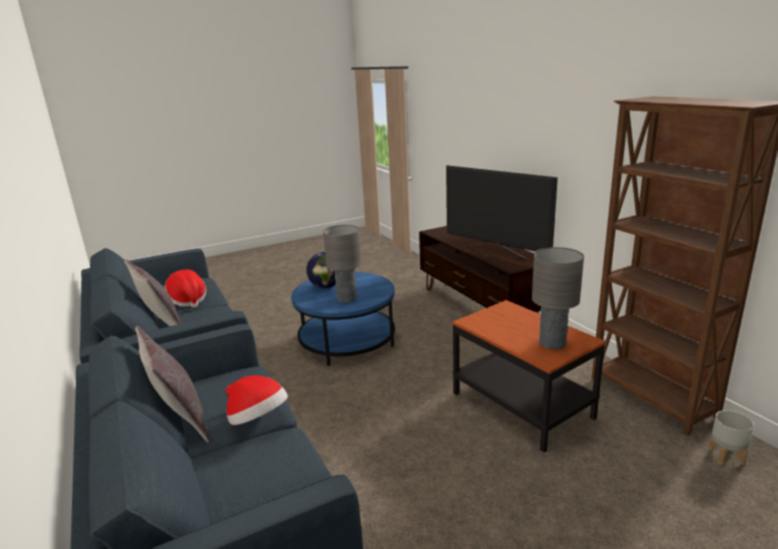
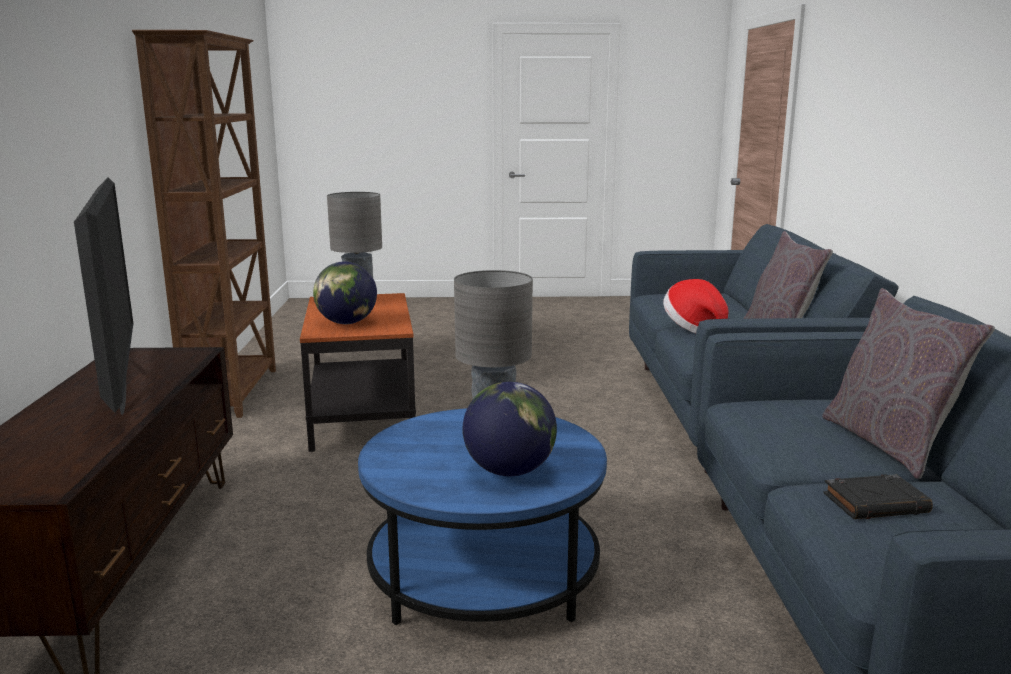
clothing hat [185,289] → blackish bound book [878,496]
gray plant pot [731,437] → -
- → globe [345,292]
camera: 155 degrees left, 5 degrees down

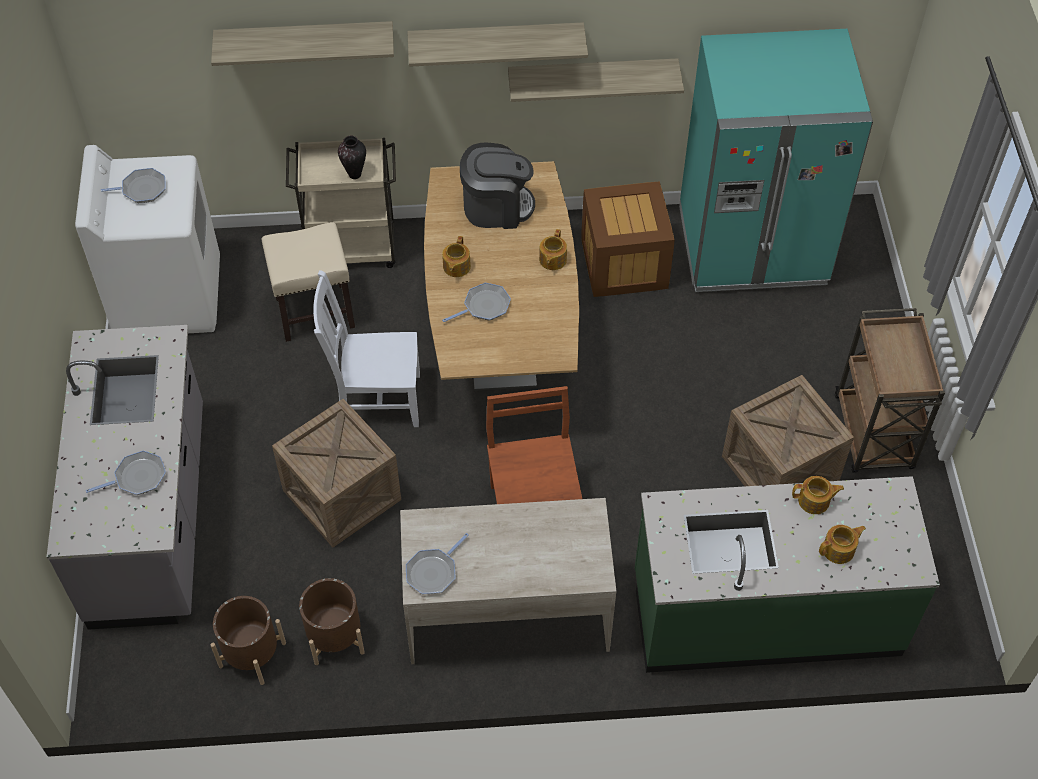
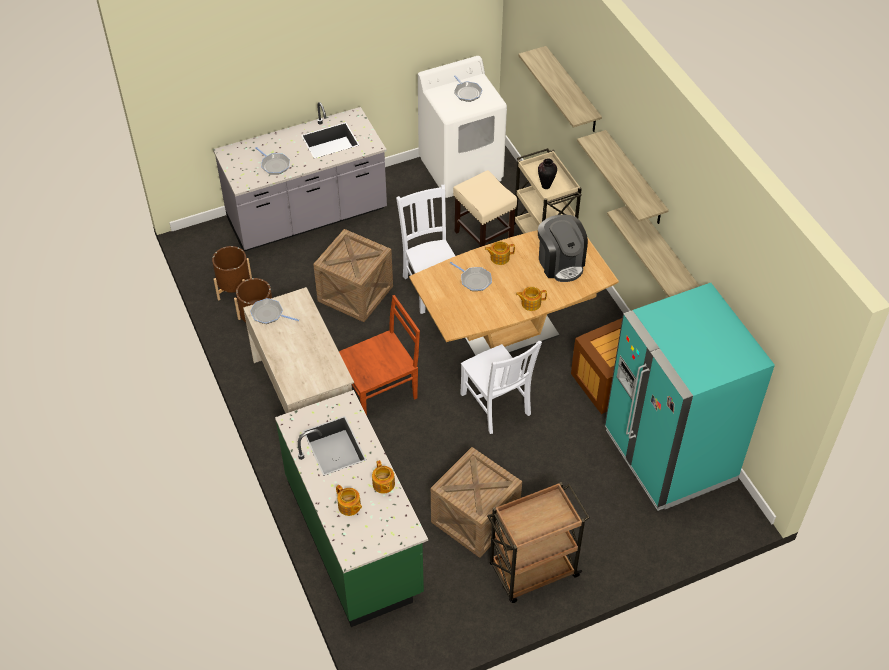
- → whitish plain chair [501,387]
camera: 70 degrees right, 5 degrees down

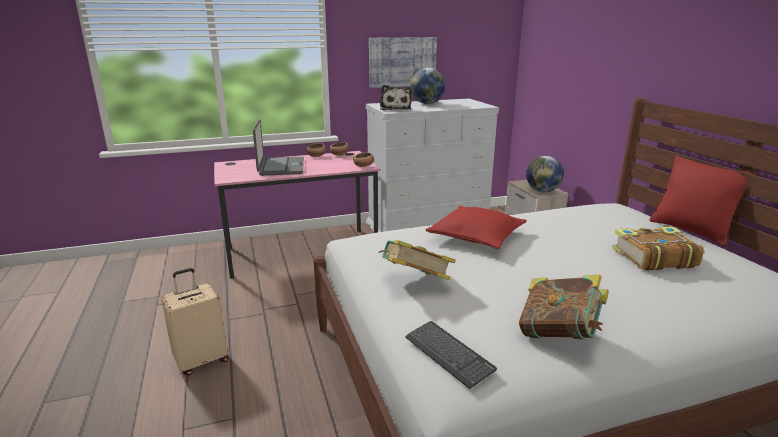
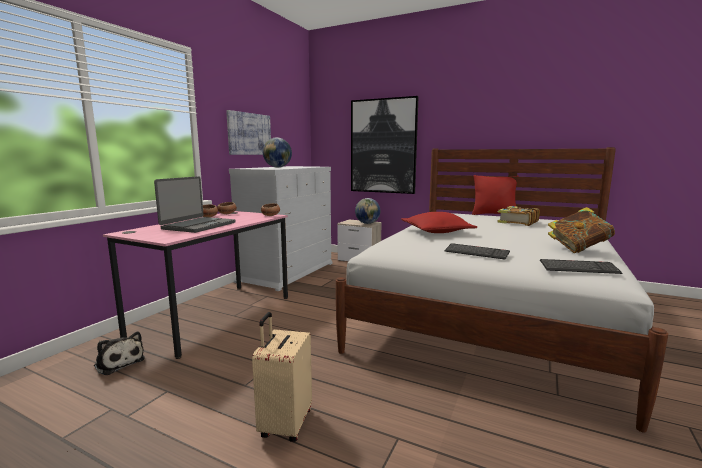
plush toy [396,98] → plush toy [119,353], move
portable computer [278,147] → portable computer [195,204], 75 degrees clockwise
bound book [417,260] → computer keyboard [477,251]
- → wall picture [385,145]
camera: 45 degrees left, 10 degrees down

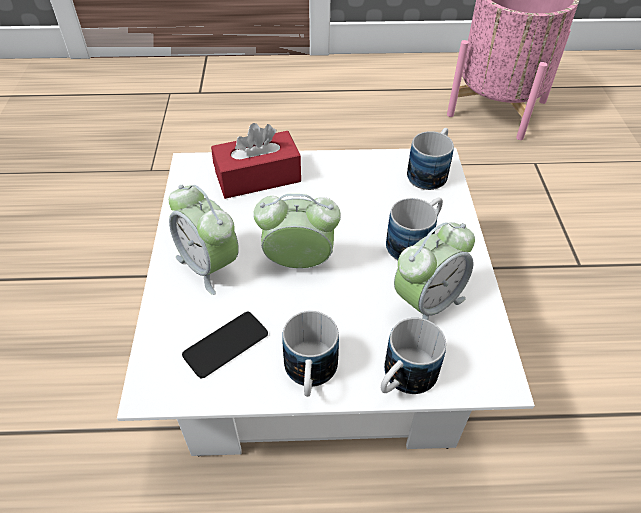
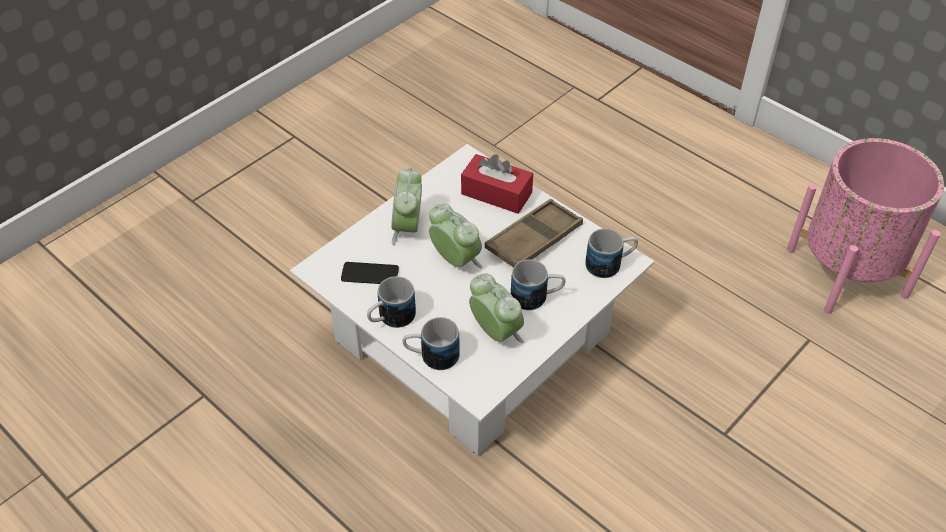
alarm clock [434,271] → alarm clock [496,308], 135 degrees counterclockwise
- → brown carrying tray [534,233]
camera: 45 degrees right, 0 degrees up

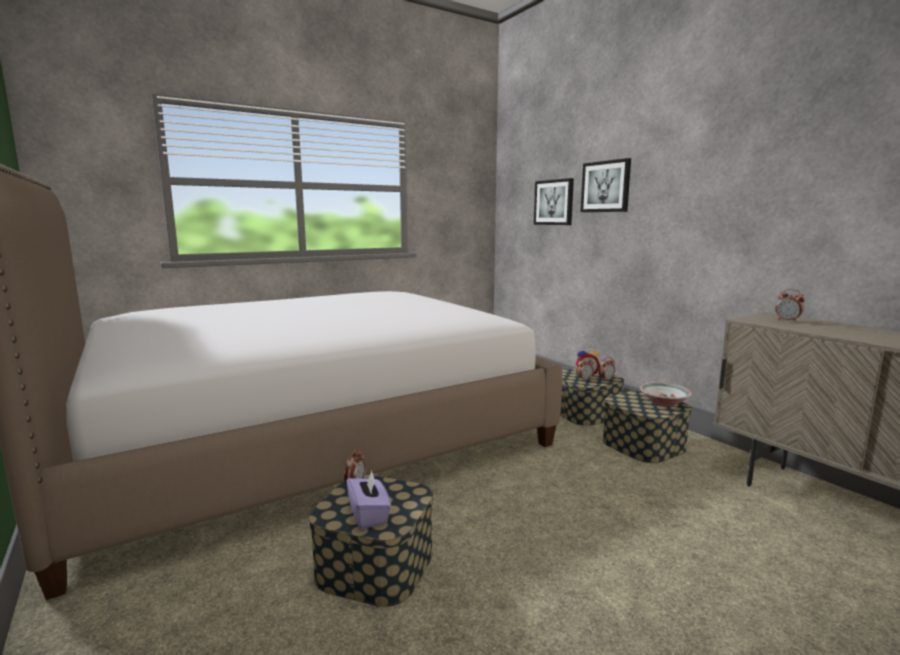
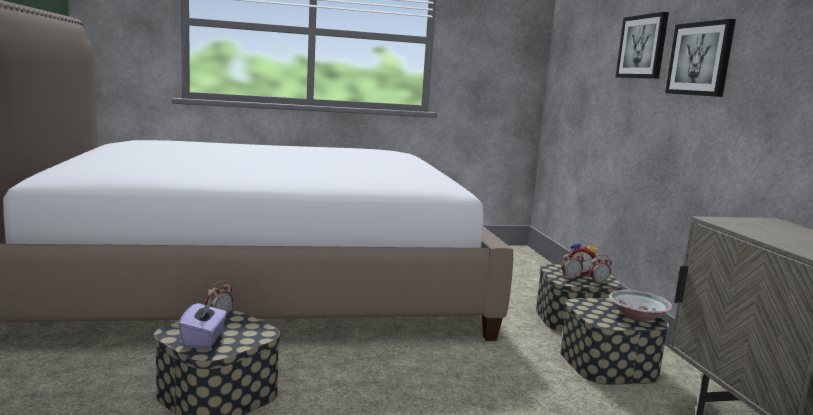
wall picture [554,201] → wall picture [700,58], move
alarm clock [790,306] → -
camera: 20 degrees right, 0 degrees up

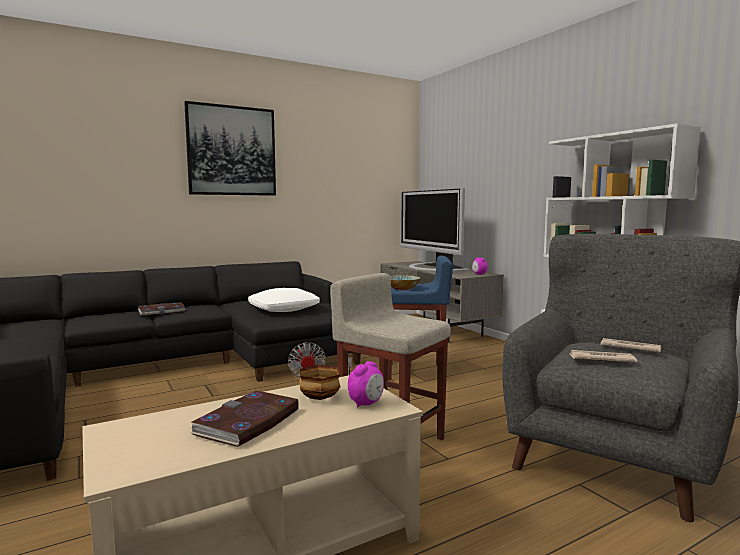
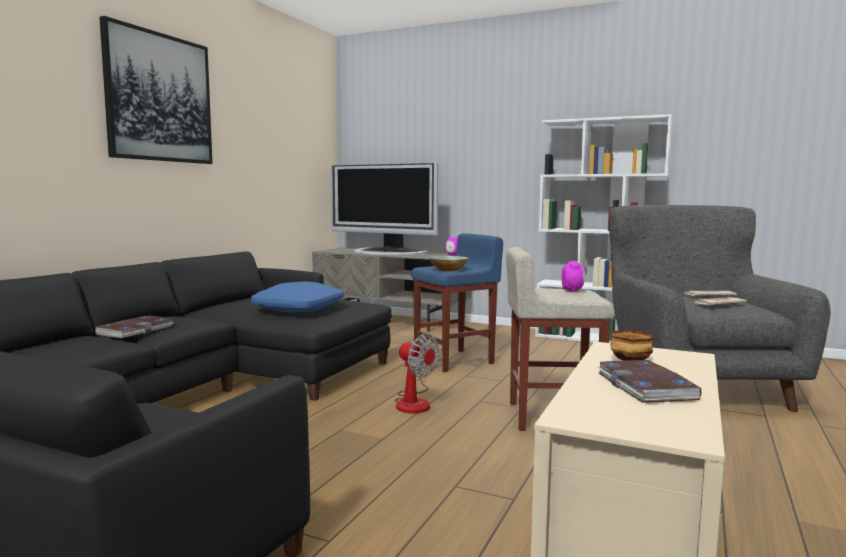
whitish throw pillow [284,300] → blue throw pillow [297,297]
alarm clock [366,384] → alarm clock [573,276], move
camera: 35 degrees left, 0 degrees up

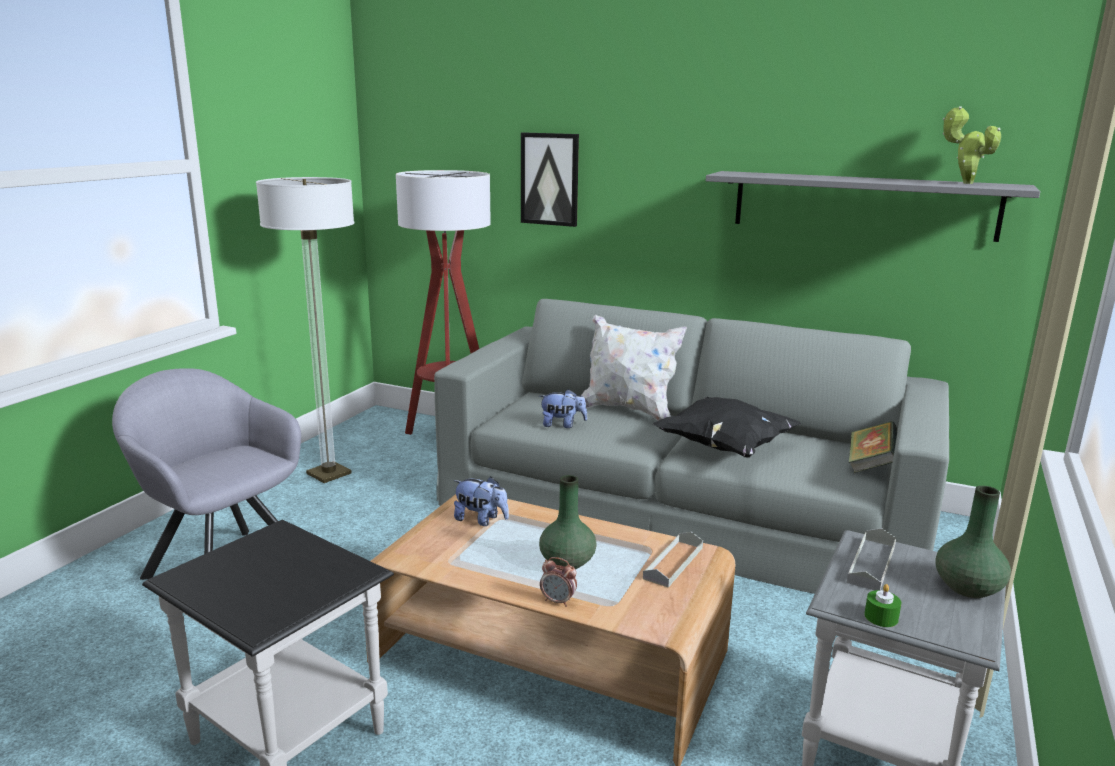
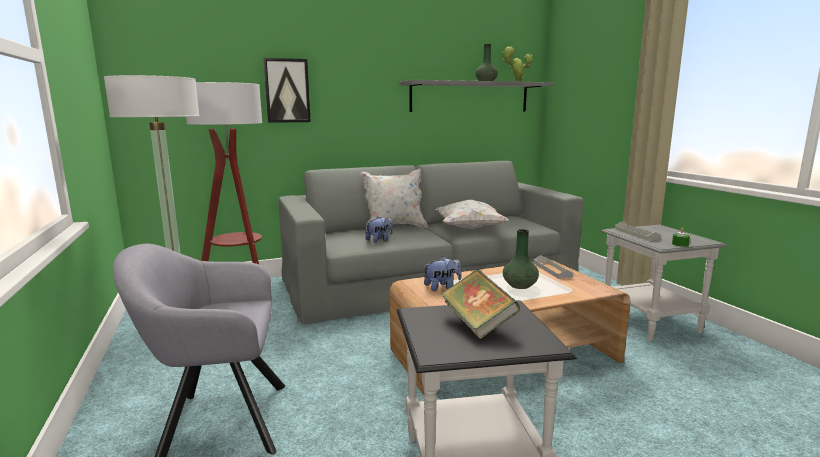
blackish throw pillow [727,427] → whitish throw pillow [472,214]
bound book [873,447] → bound book [480,304], move
greenish flower vase [973,542] → greenish flower vase [487,62], move
alarm clock [558,582] → -
camera: 45 degrees left, 5 degrees down

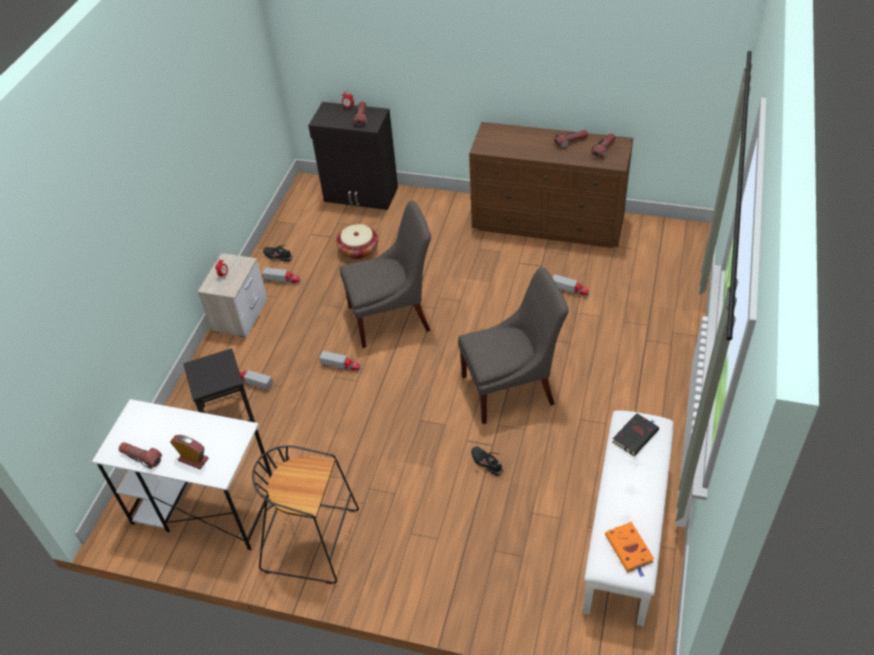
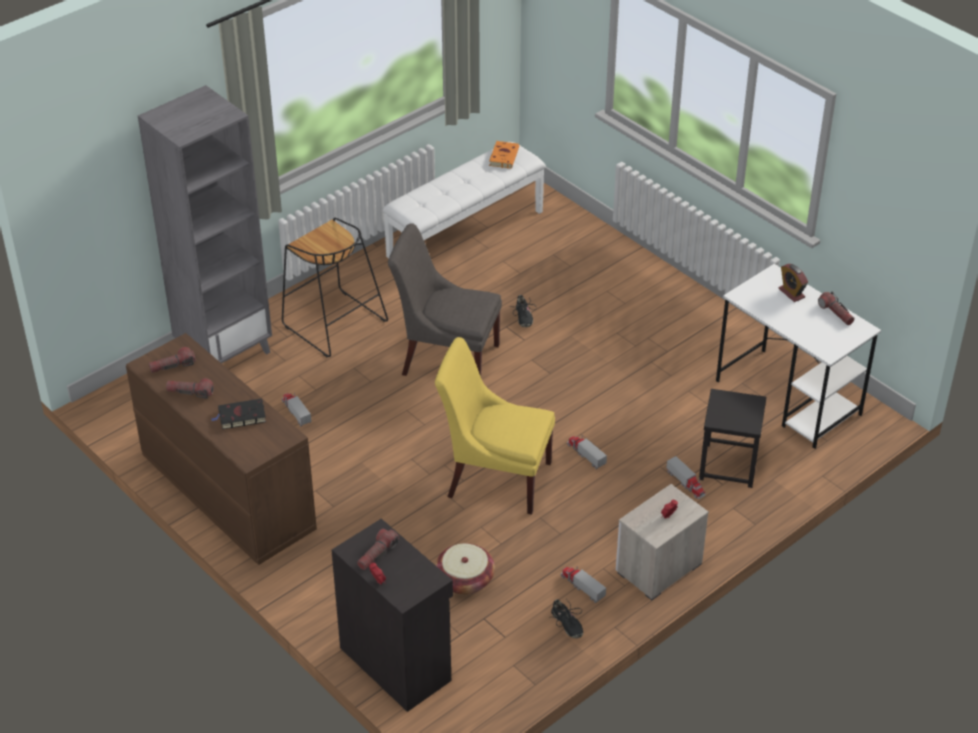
gray plain chair [385,274] → yellow plain chair [495,426]
blackish bound book [636,434] → blackish bound book [238,413], move
blackish stool seat [305,514] → blackish stool seat [335,287], move
- → gray bookcase [205,224]
camera: 150 degrees left, 5 degrees down

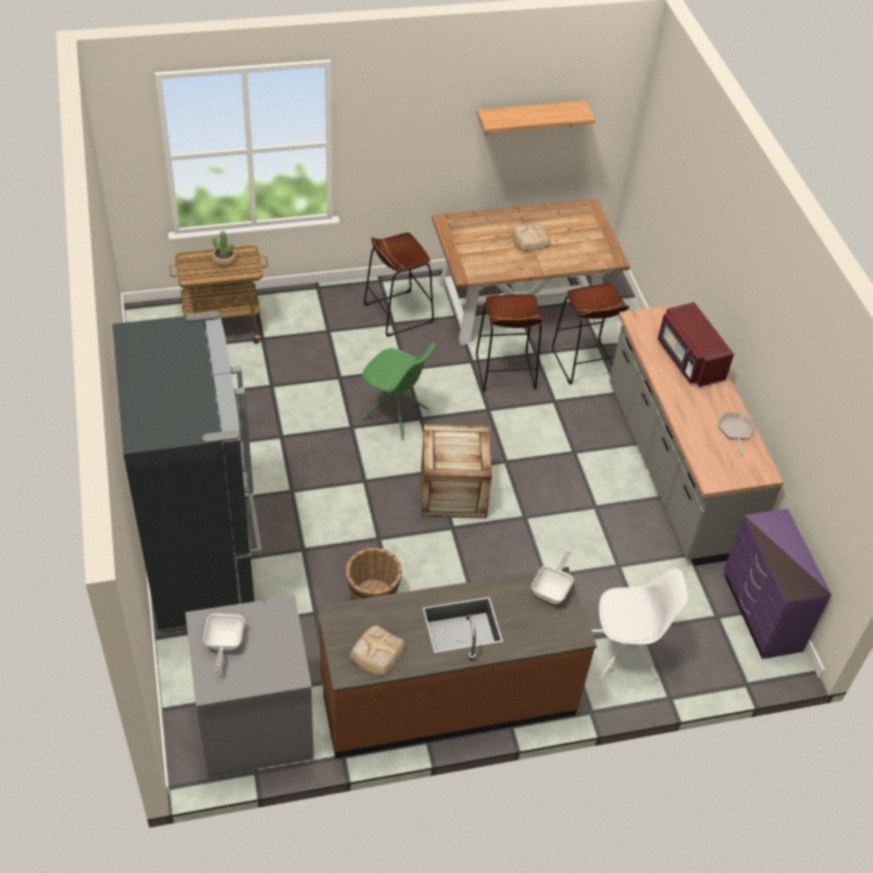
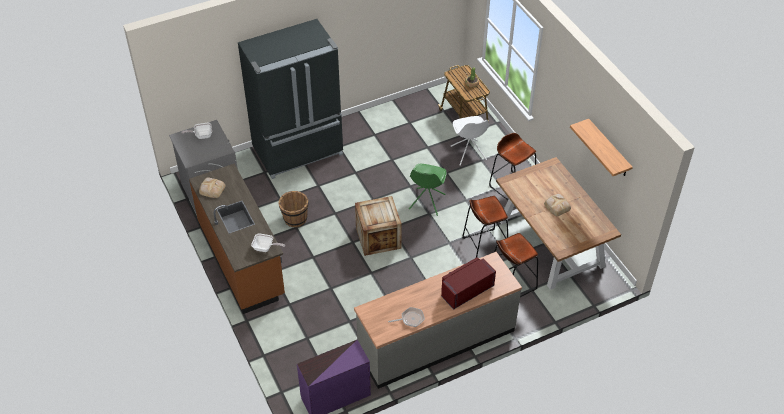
whitish plain chair [640,624] → whitish plain chair [470,141], move
camera: 80 degrees right, 0 degrees up

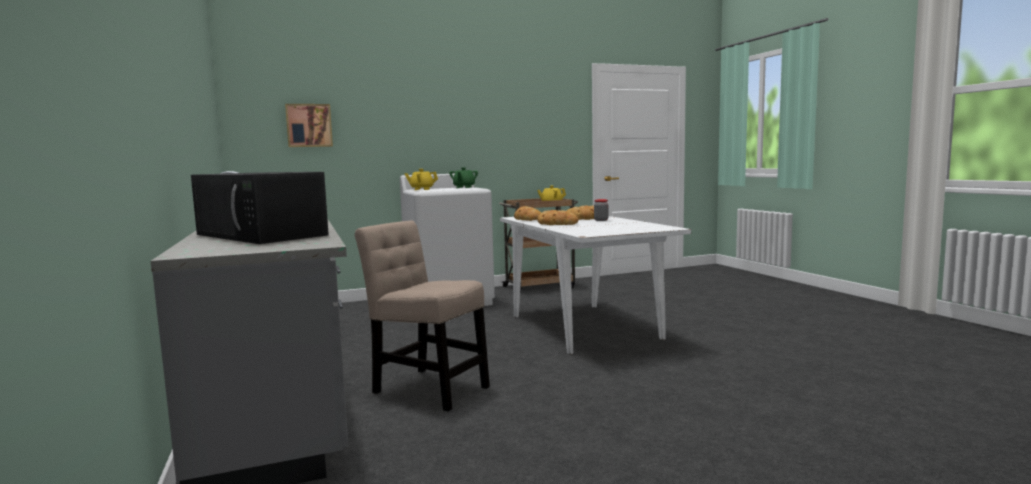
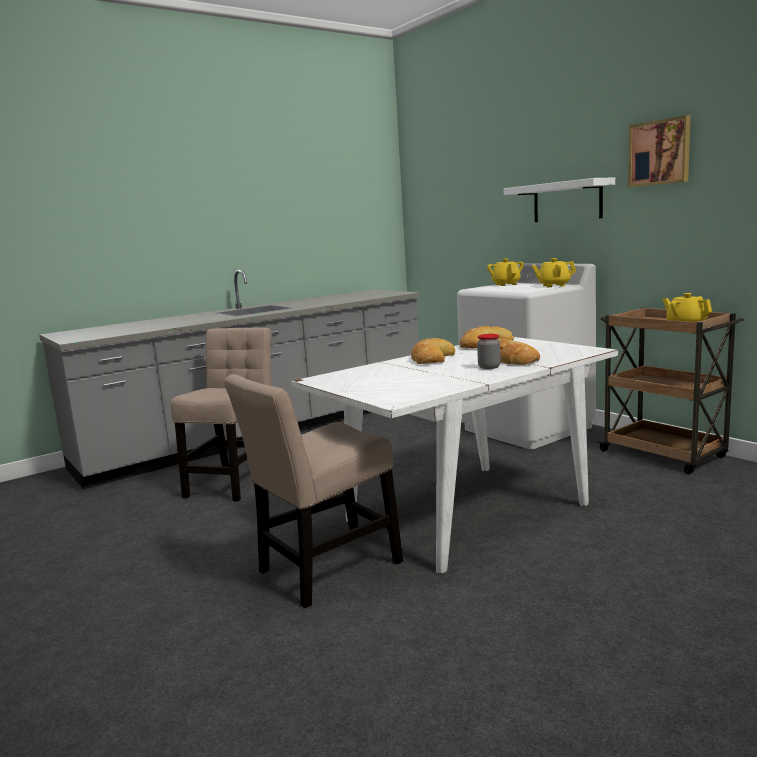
wall picture [309,125] → wall picture [659,151], move
greenish tea pot [463,177] → yellow tea pot [554,272]
blackish microwave oven [260,208] → -
- → whitish wall shelf [559,199]
- → beige plain chair [313,491]
camera: 75 degrees right, 5 degrees up

